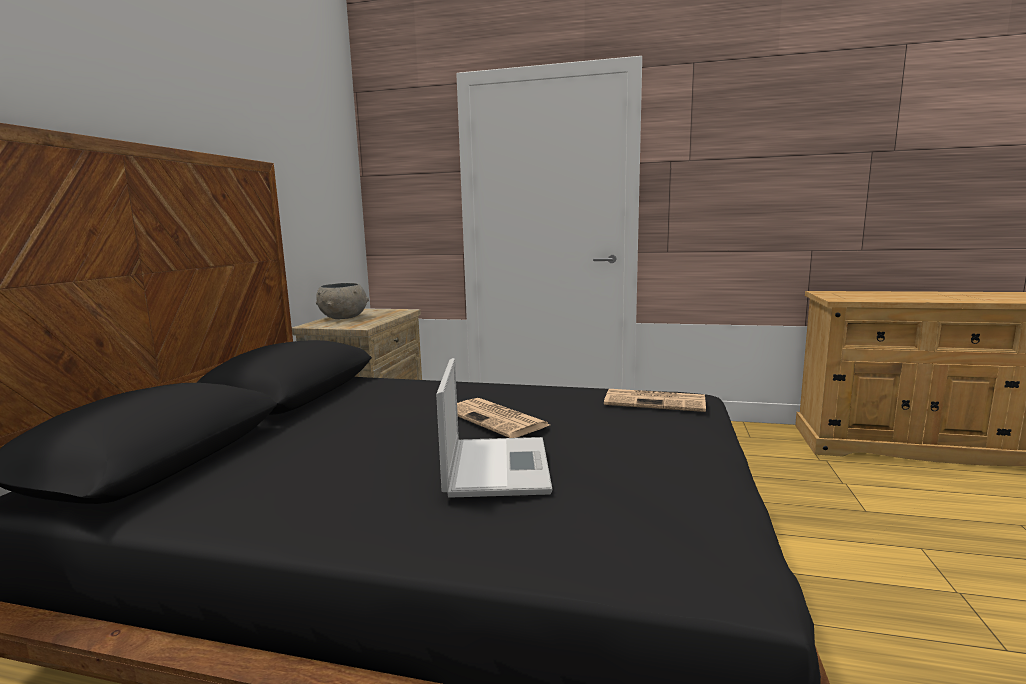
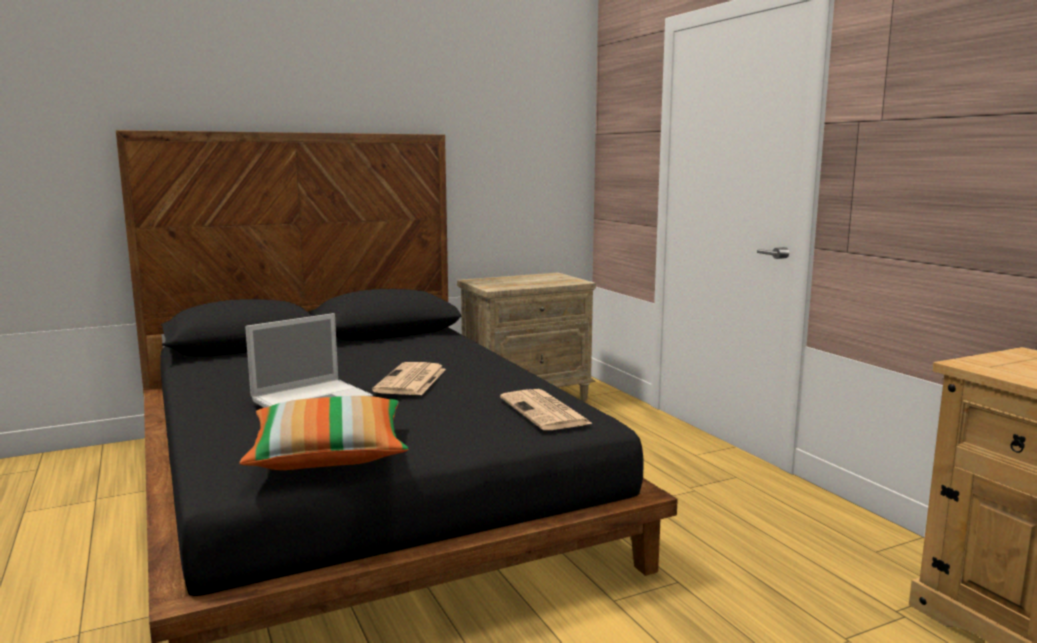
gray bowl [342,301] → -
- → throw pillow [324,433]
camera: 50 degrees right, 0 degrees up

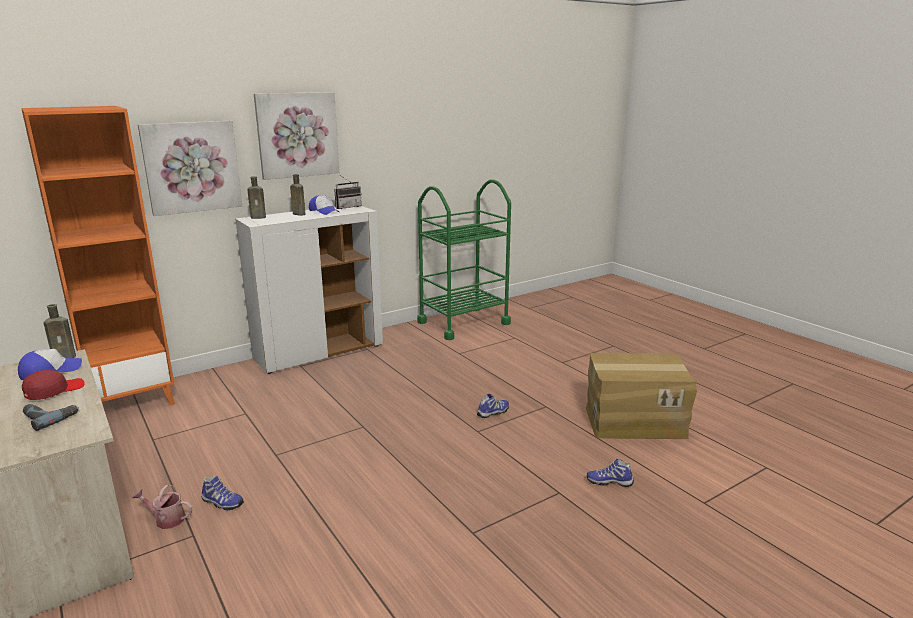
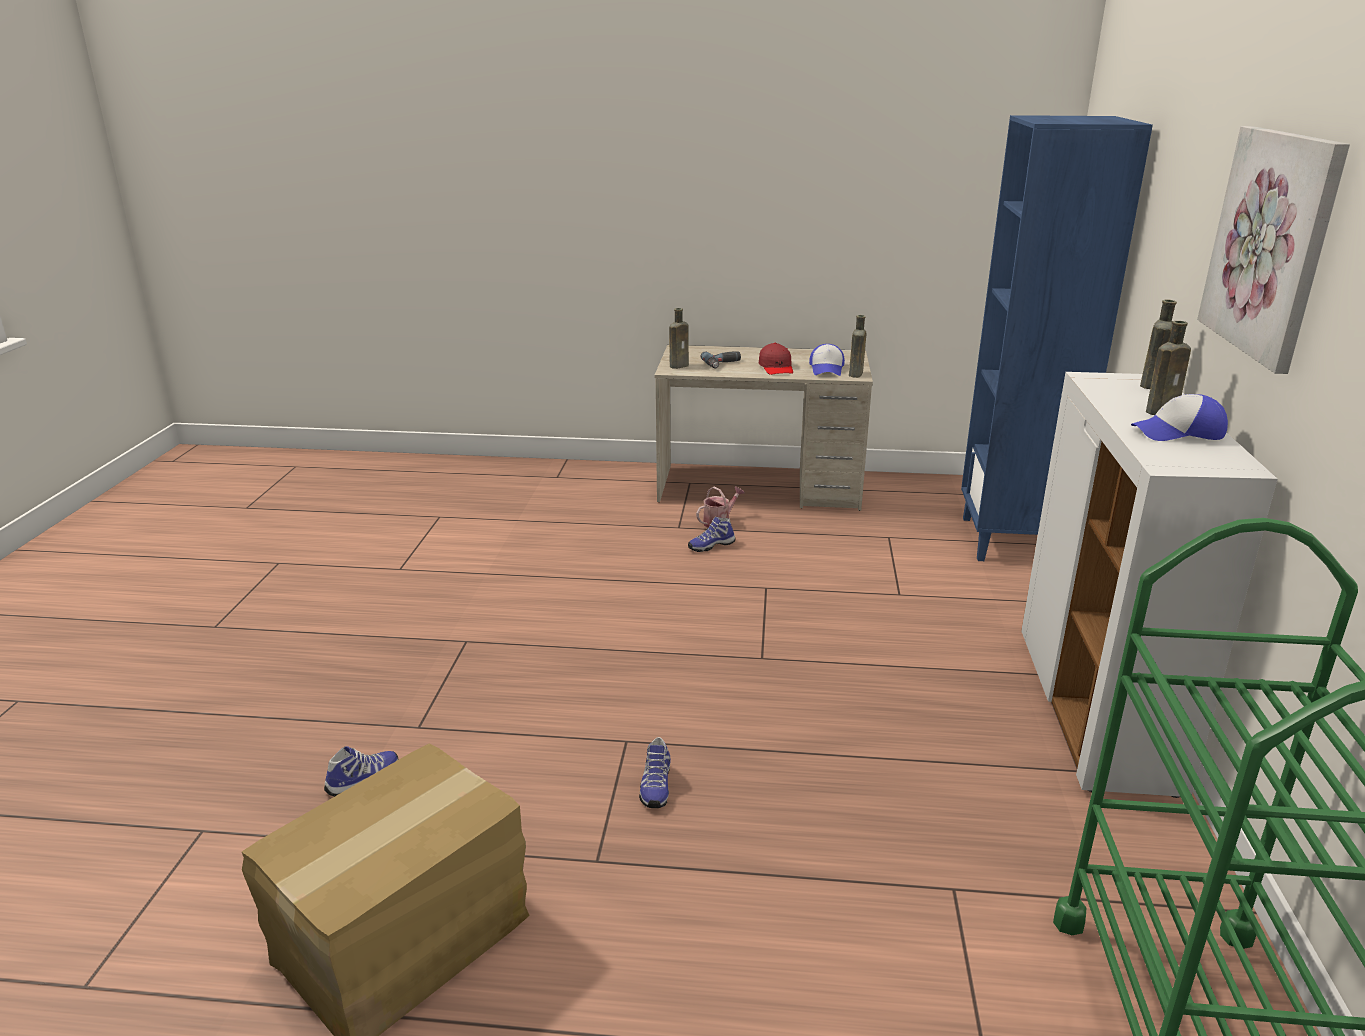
orangey bookcase [98,255] → blue bookcase [1057,338]
wall picture [190,168] → -
radio receiver [348,192] → -
- → brown drink bottle [679,338]
camera: 130 degrees right, 5 degrees up

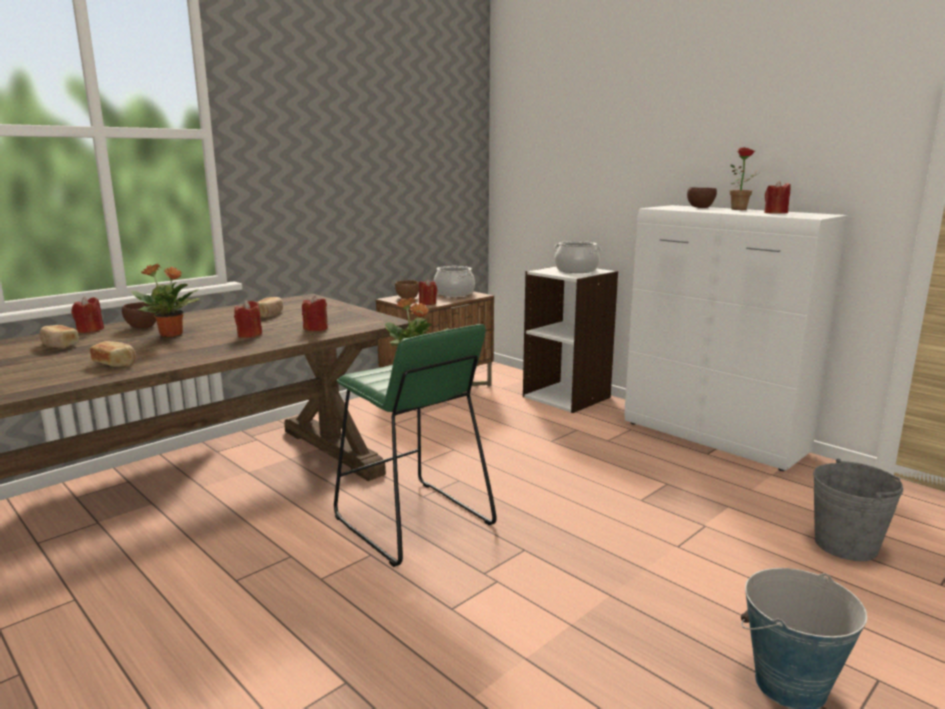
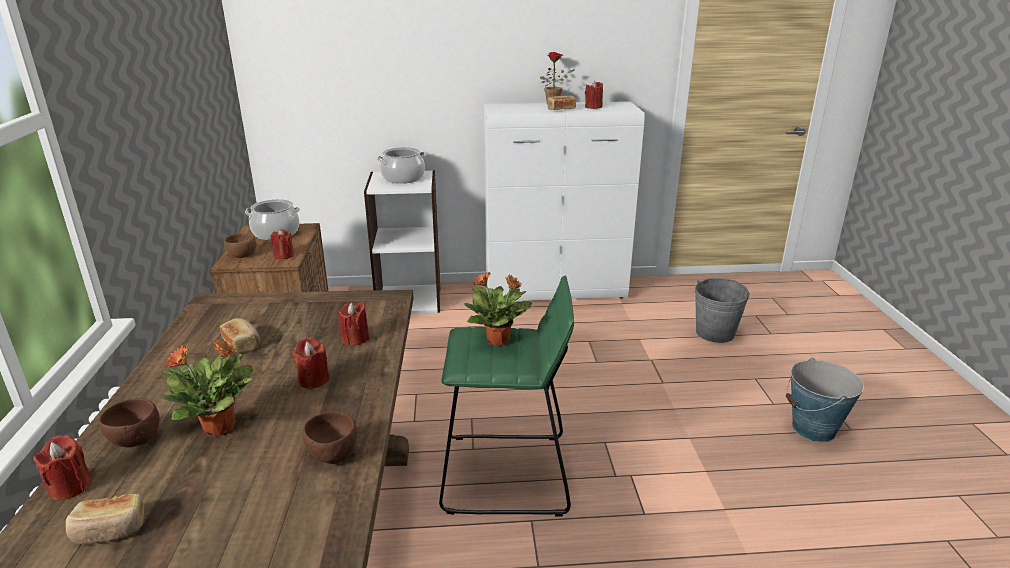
brown bowl [702,197] → brown bowl [329,437], move
bakery bread [113,354] → bakery bread [562,103], move
camera: 50 degrees left, 10 degrees up

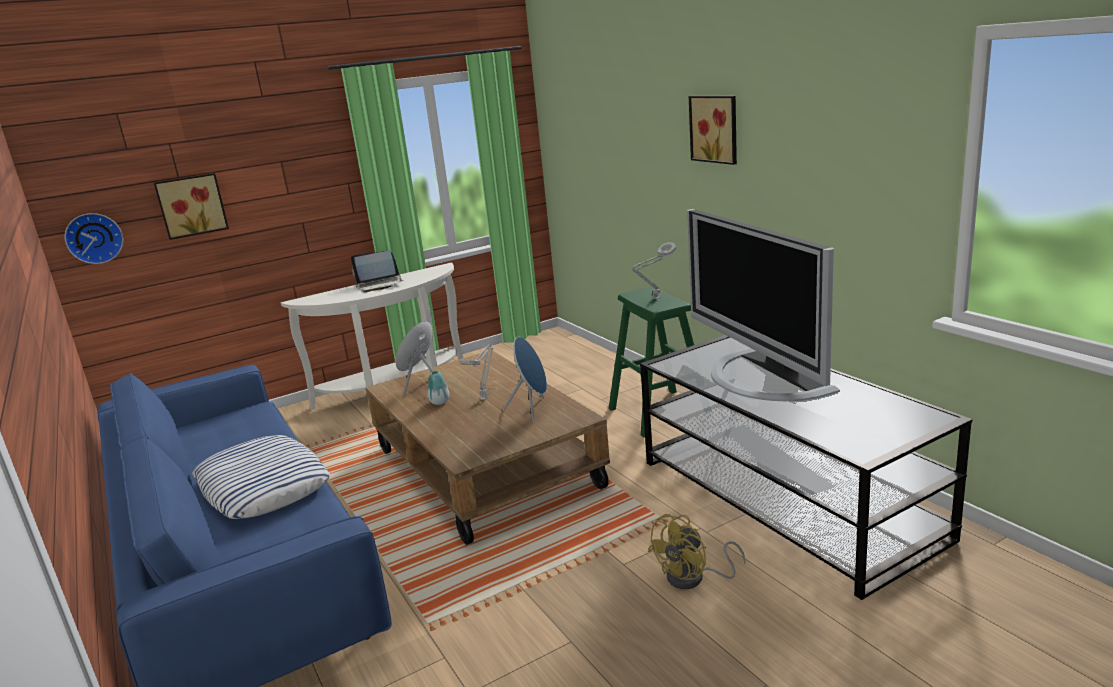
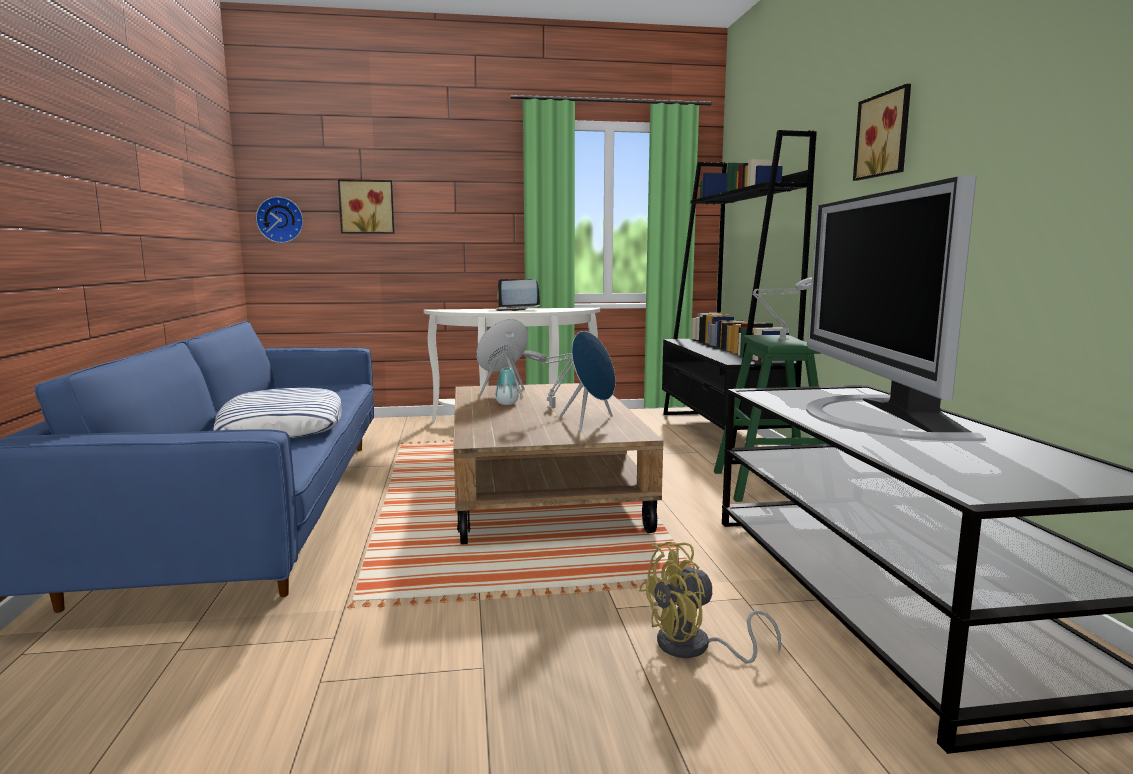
- → blackish bookcase [739,297]
camera: 20 degrees right, 10 degrees down

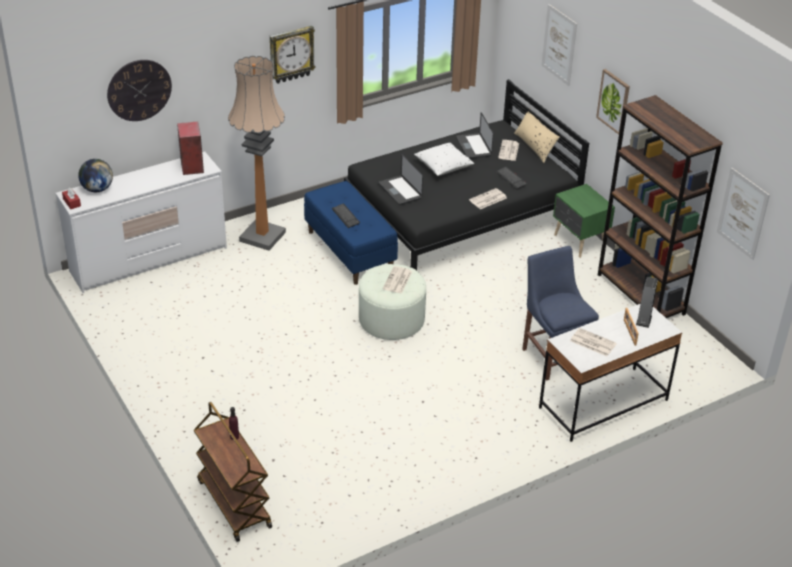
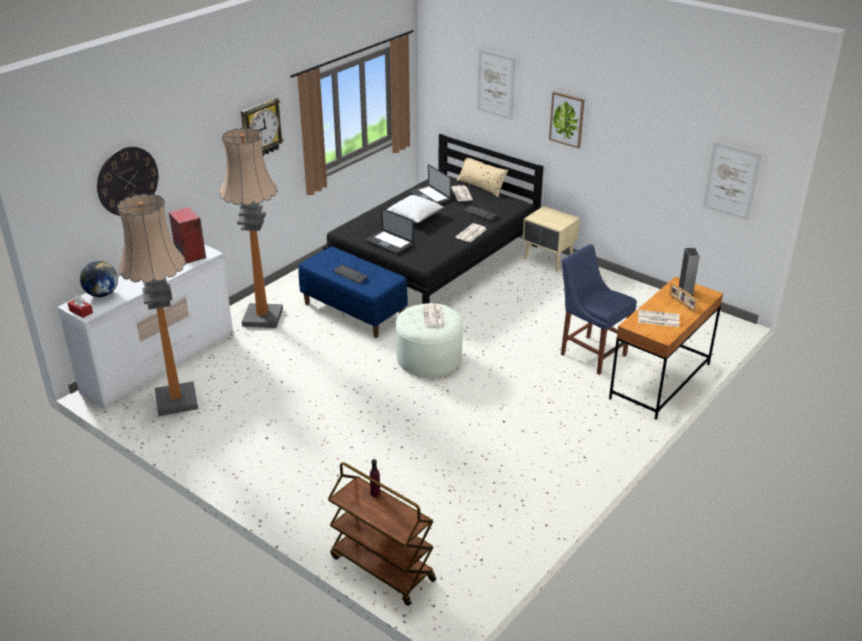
brown bookcase [660,206] → -
greenish bedside table [584,221] → beige bedside table [551,238]
whitish desk unit [610,373] → brown desk unit [666,348]
- → floor lamp [157,304]
camera: 20 degrees left, 5 degrees down

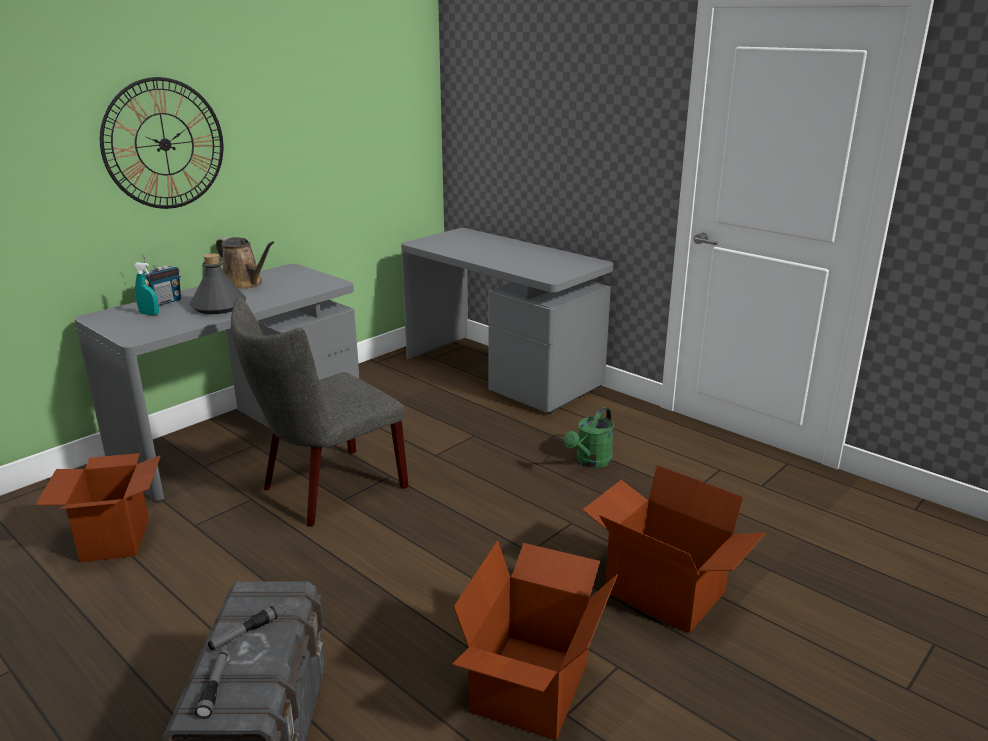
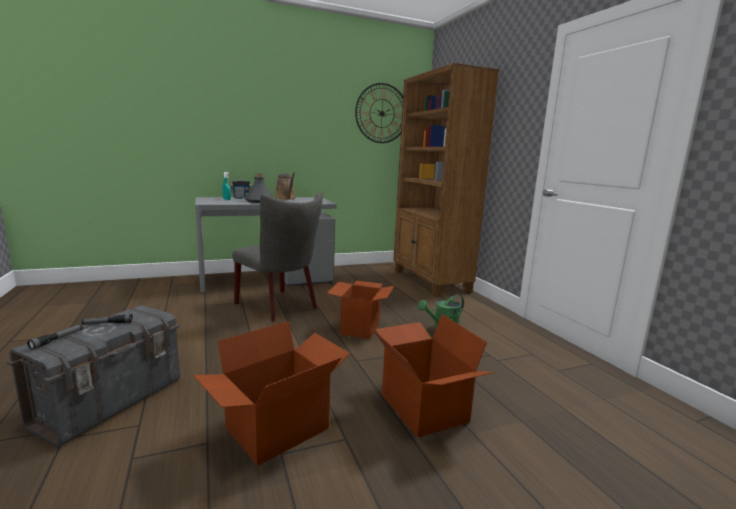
wall clock [161,143] → wall clock [379,113], move
gray desk unit [507,321] → brown bookcase [446,179]
gray plain chair [320,412] → gray plain chair [277,256], 120 degrees counterclockwise
cardboard box [98,508] → cardboard box [361,310], move
camera: 25 degrees right, 10 degrees down

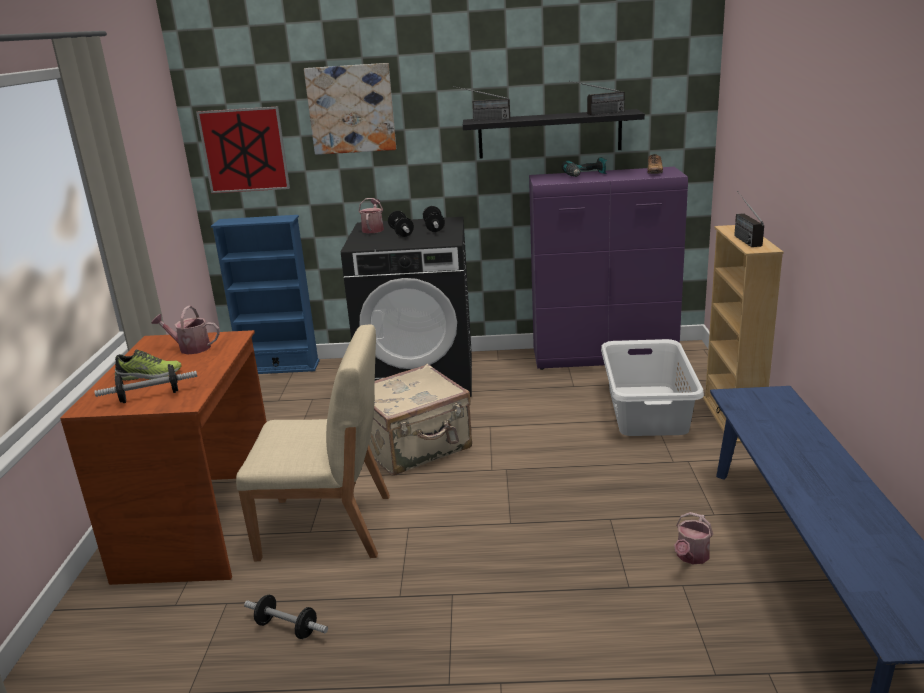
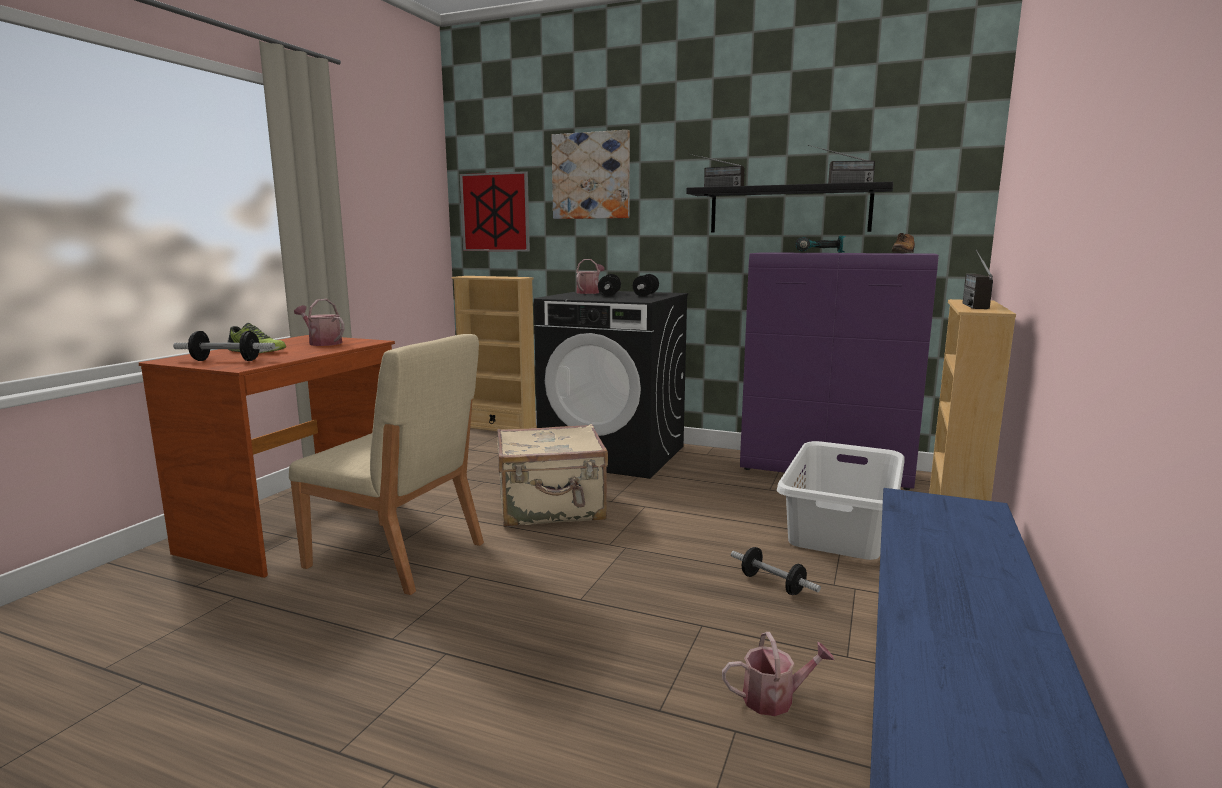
blue bookcase [265,294] → beige bookcase [494,353]
watering pot [693,538] → watering pot [778,674], 150 degrees counterclockwise
hand weight [286,617] → hand weight [776,571], move
camera: 20 degrees right, 10 degrees down

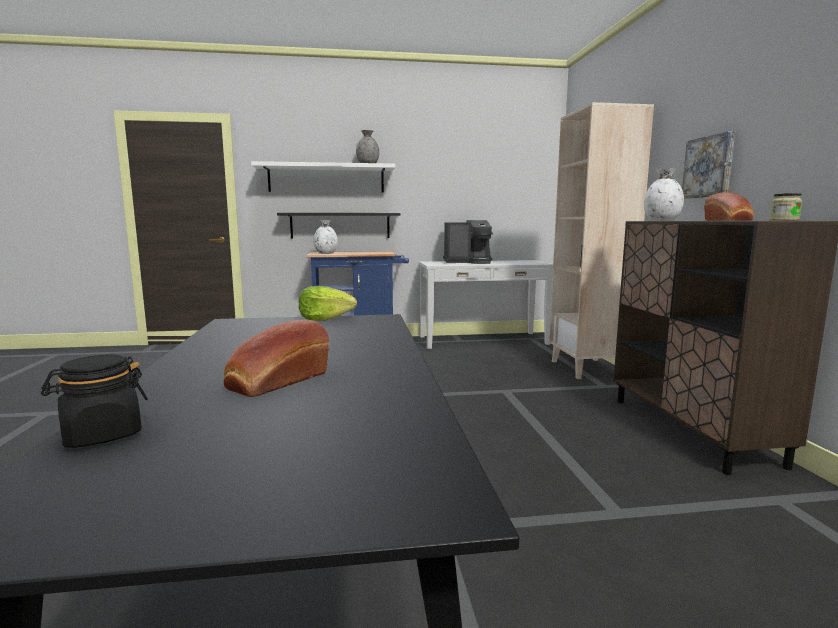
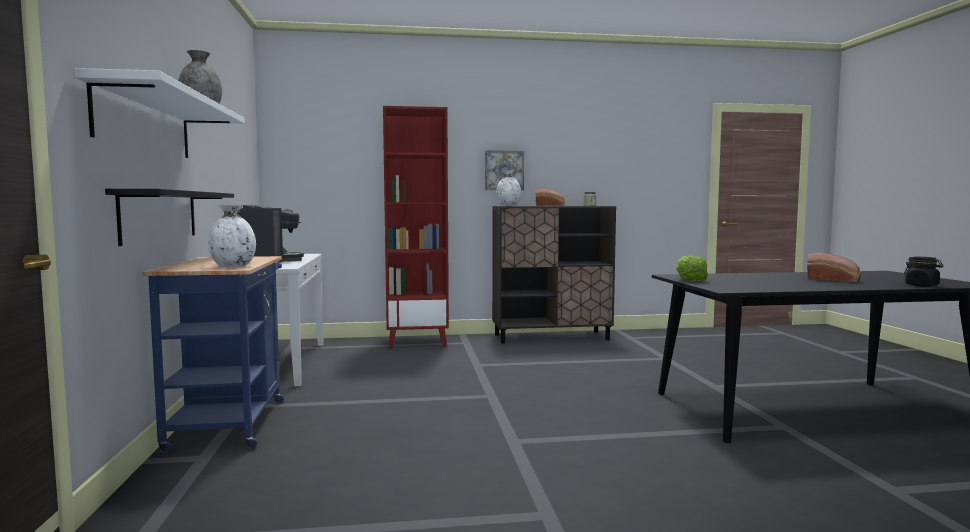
beige bookcase [601,240] → red-coloured bookcase [416,227]
camera: 90 degrees left, 5 degrees down

